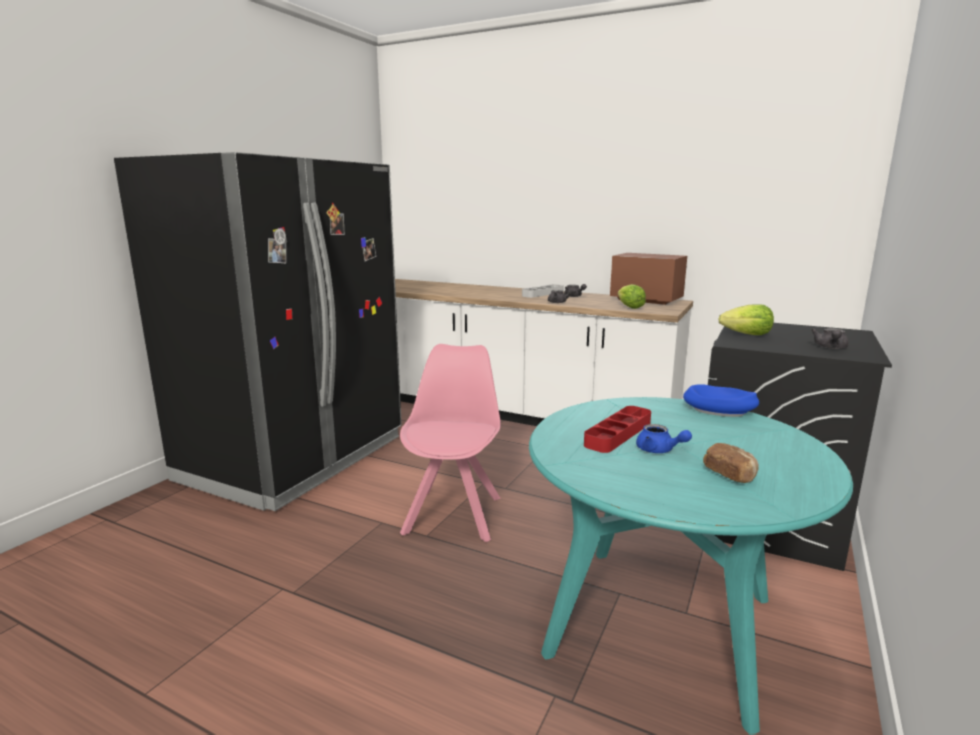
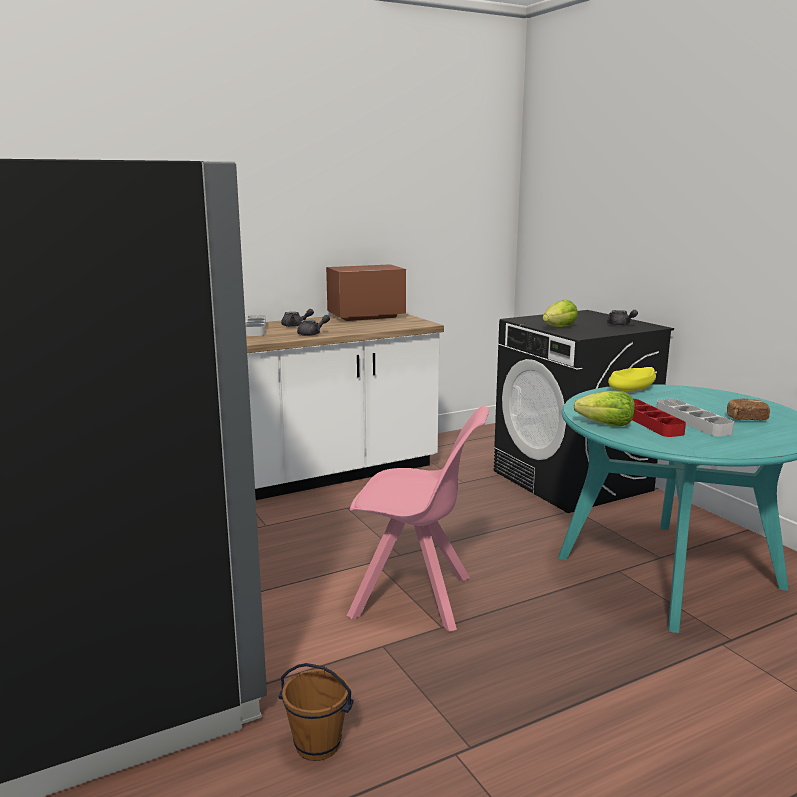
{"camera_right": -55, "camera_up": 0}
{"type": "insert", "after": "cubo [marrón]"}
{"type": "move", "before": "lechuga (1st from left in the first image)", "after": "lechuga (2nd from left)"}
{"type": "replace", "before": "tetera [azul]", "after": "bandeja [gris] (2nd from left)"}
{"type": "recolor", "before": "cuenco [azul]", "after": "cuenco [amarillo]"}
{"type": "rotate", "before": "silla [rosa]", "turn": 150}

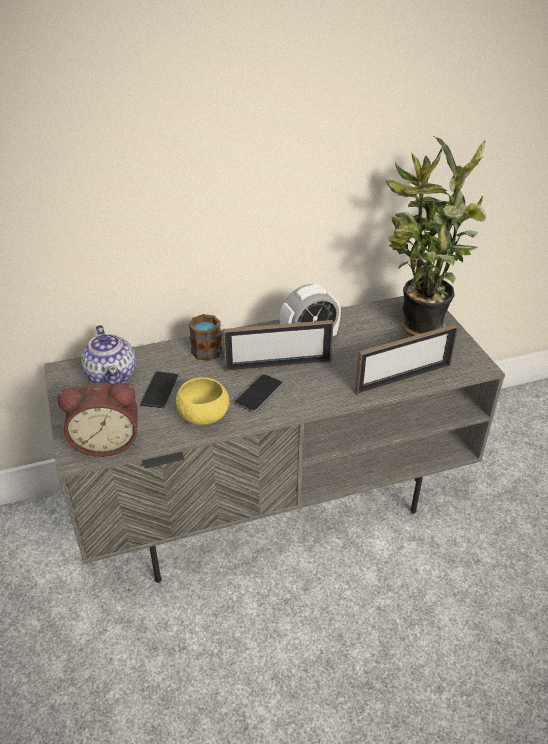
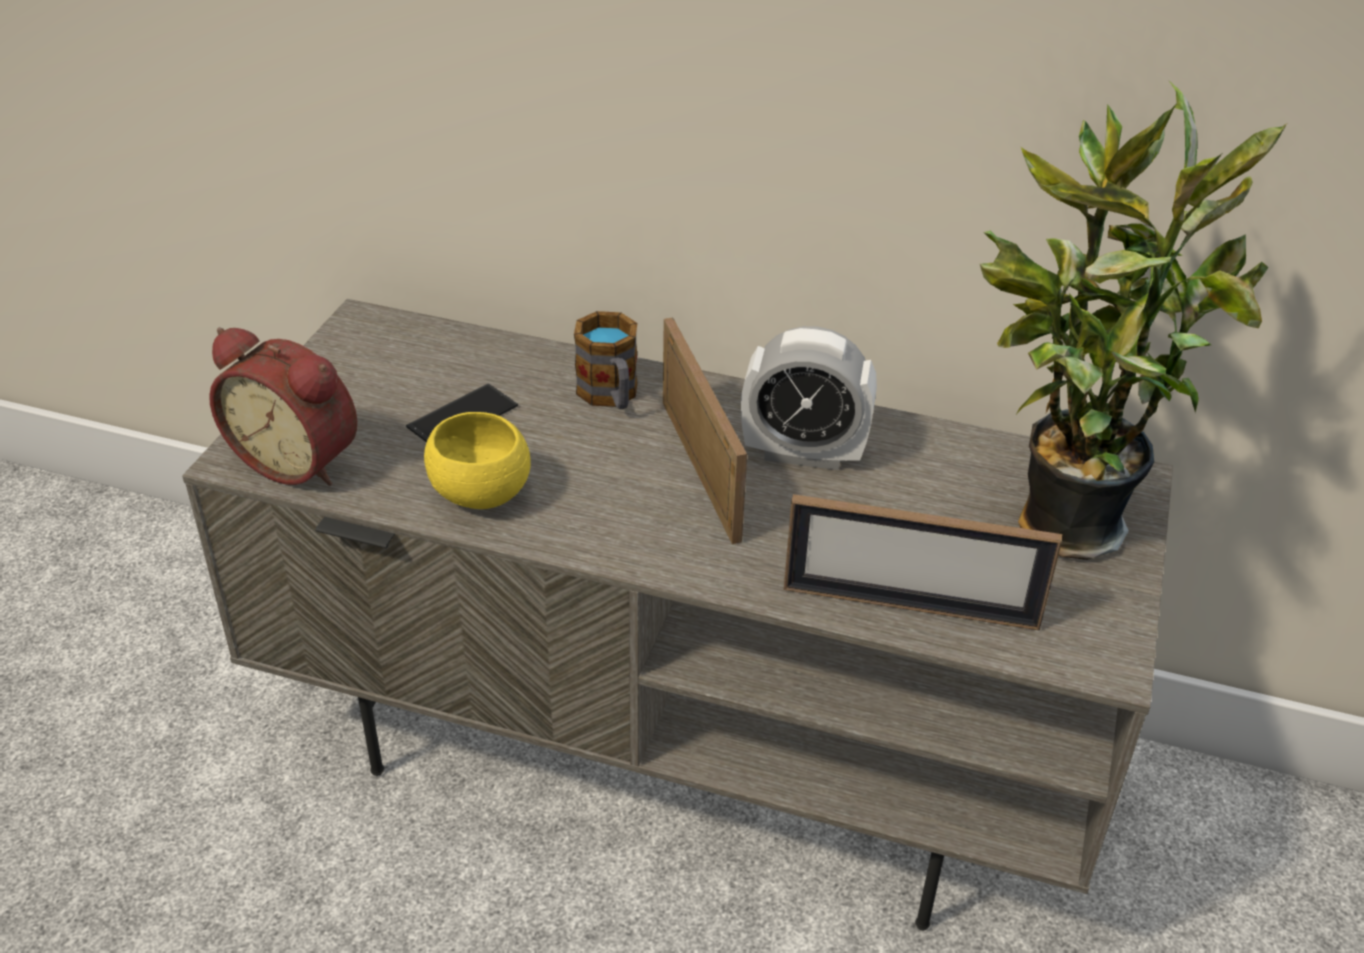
{"camera_right": 35, "camera_up": 0}
{"type": "delete", "before": "tetera"}
{"type": "delete", "before": "móvil (2nd from left)"}
{"type": "rotate", "before": "portarretratos (1st from left)", "turn": -135}

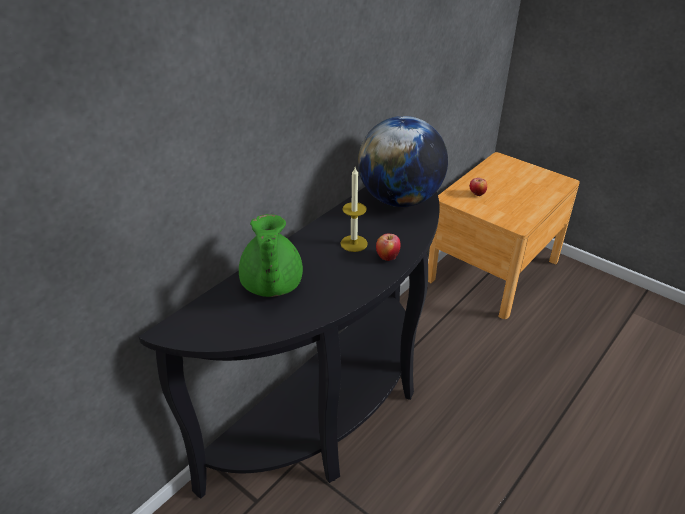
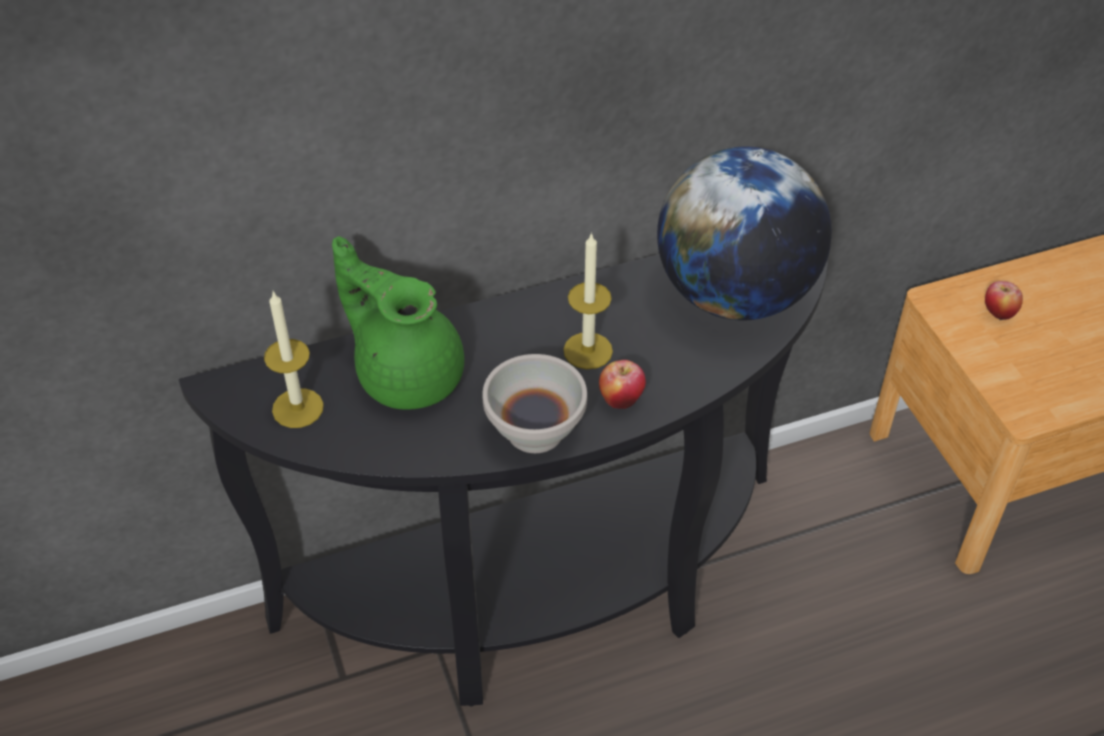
{"camera_right": 30, "camera_up": 10}
{"type": "insert", "after": "vela (1st from left)"}
{"type": "insert", "after": "cuenco [blanco]"}
{"type": "rotate", "before": "tetera [verde]", "turn": 105}

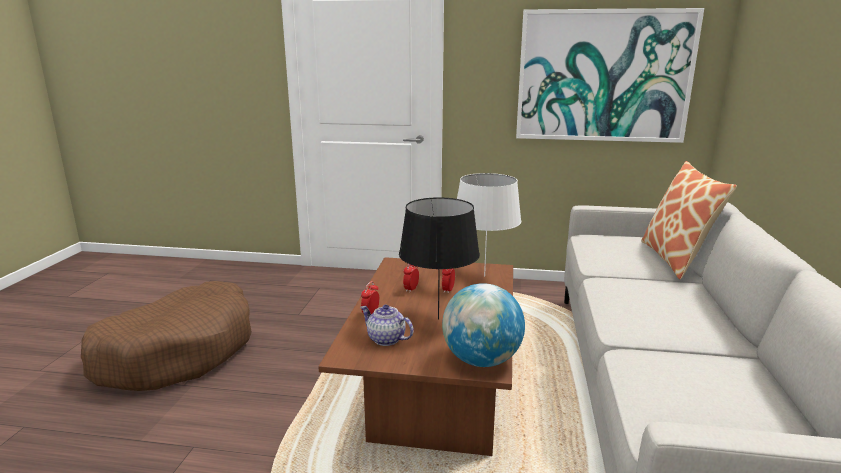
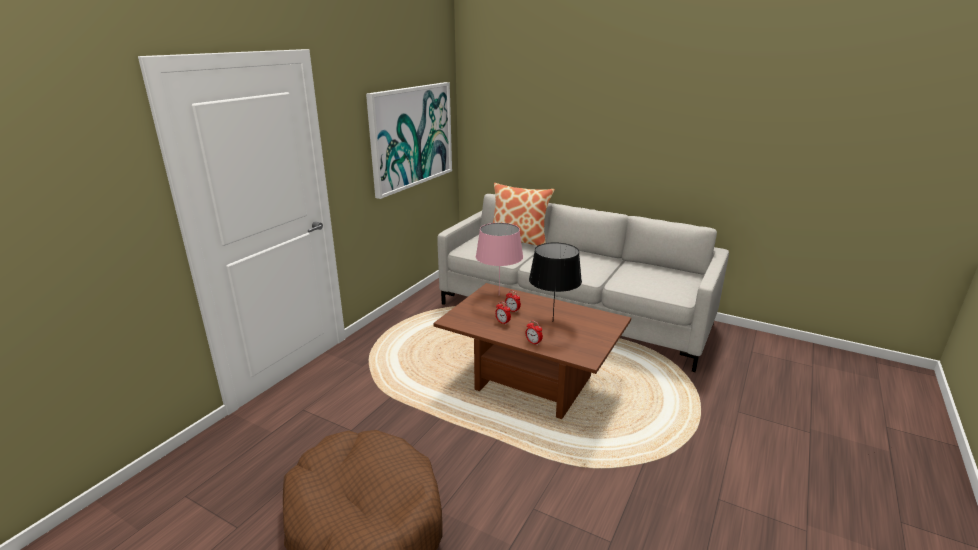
{"camera_right": -70, "camera_up": 5}
{"type": "delete", "before": "tetera"}
{"type": "delete", "before": "globo terráqueo"}
{"type": "recolor", "before": "lámpara de mesa [blanco]", "after": "lámpara de mesa [rosa]"}

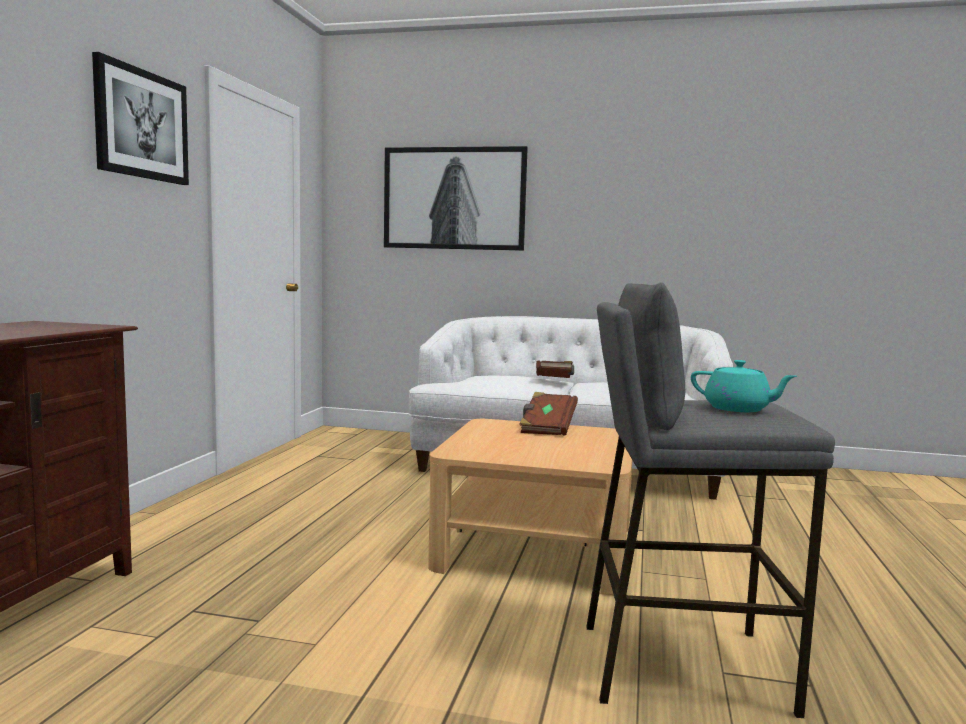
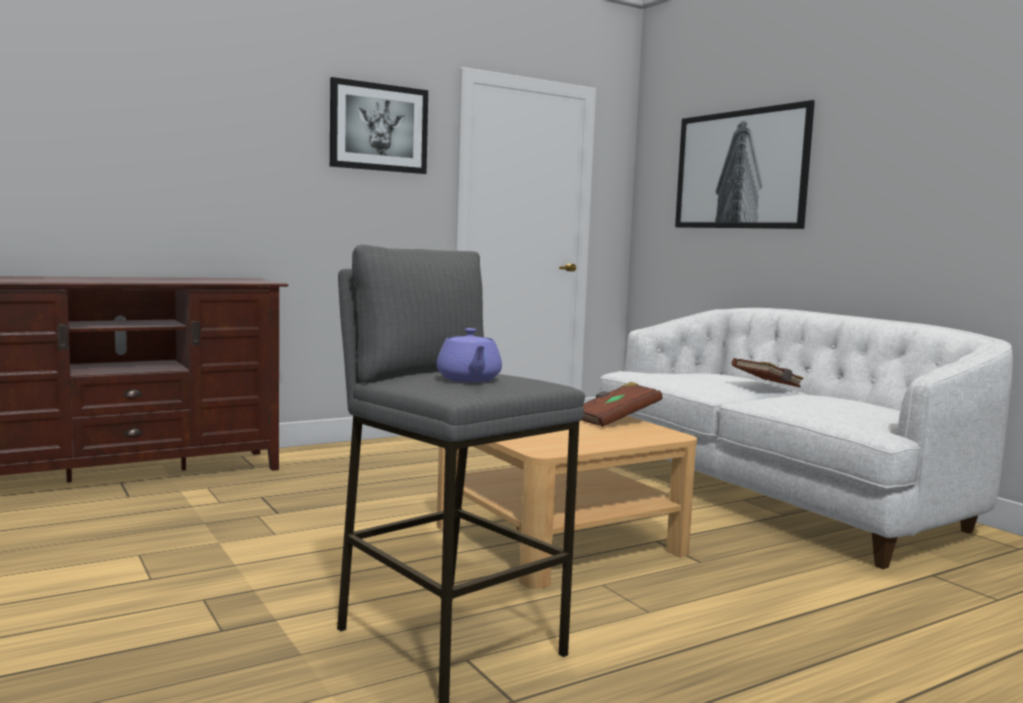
{"camera_right": 45, "camera_up": 0}
{"type": "recolor", "before": "tetera [turquesa]", "after": "tetera [morado]"}

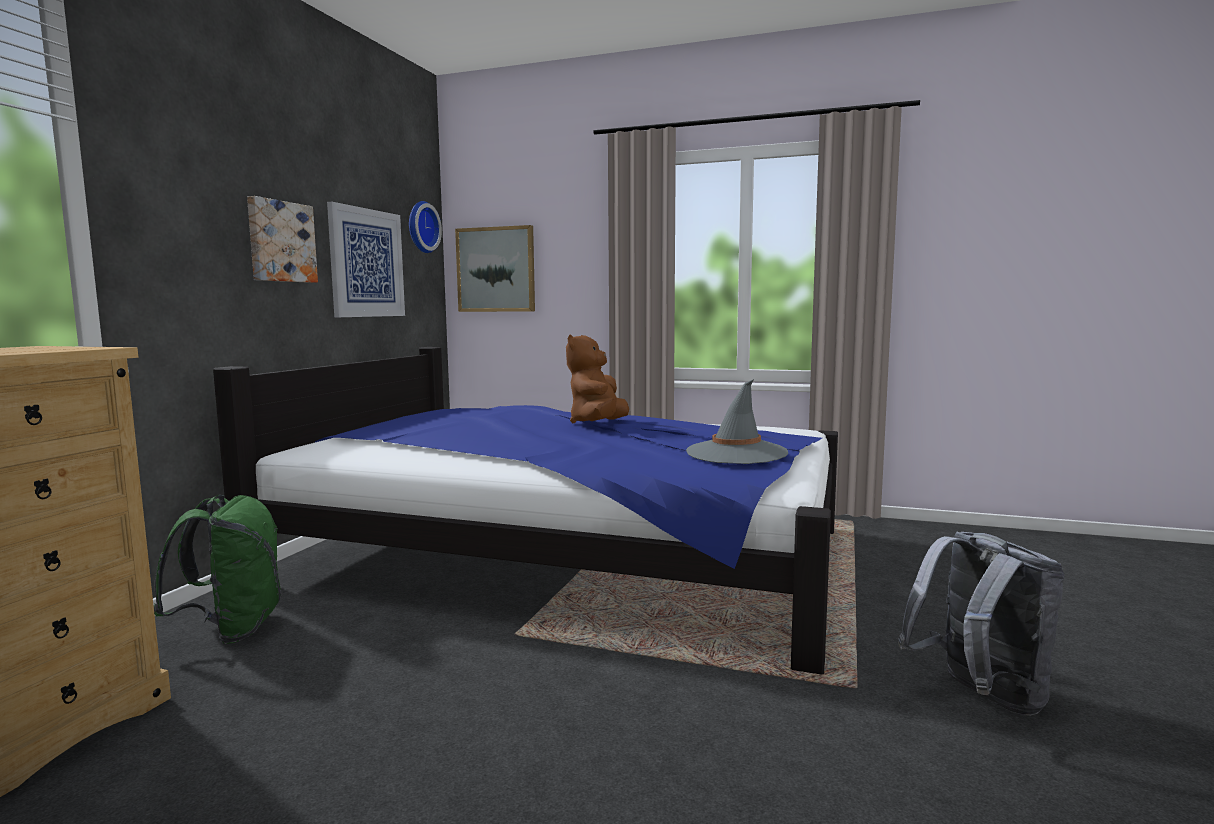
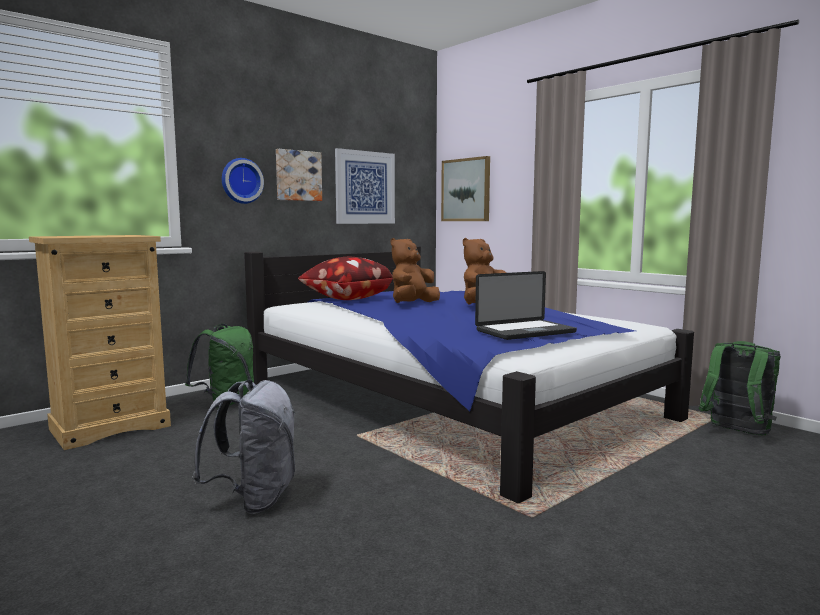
{"camera_right": 30, "camera_up": 0}
{"type": "insert", "after": "cojín"}
{"type": "insert", "after": "peluche [marrón] (1st from left)"}
{"type": "insert", "after": "mochila [verde] (2nd from left)"}
{"type": "move", "before": "reloj de pared"}
{"type": "move", "before": "mochila [gris]"}
{"type": "replace", "before": "sombrero [gris]", "after": "portátil"}

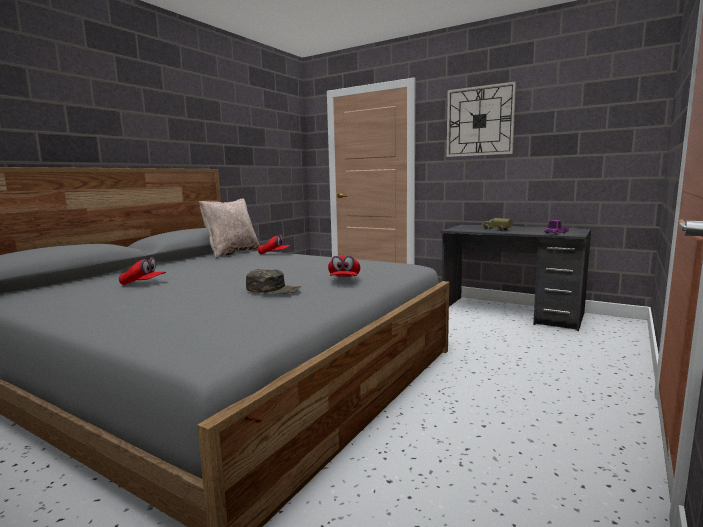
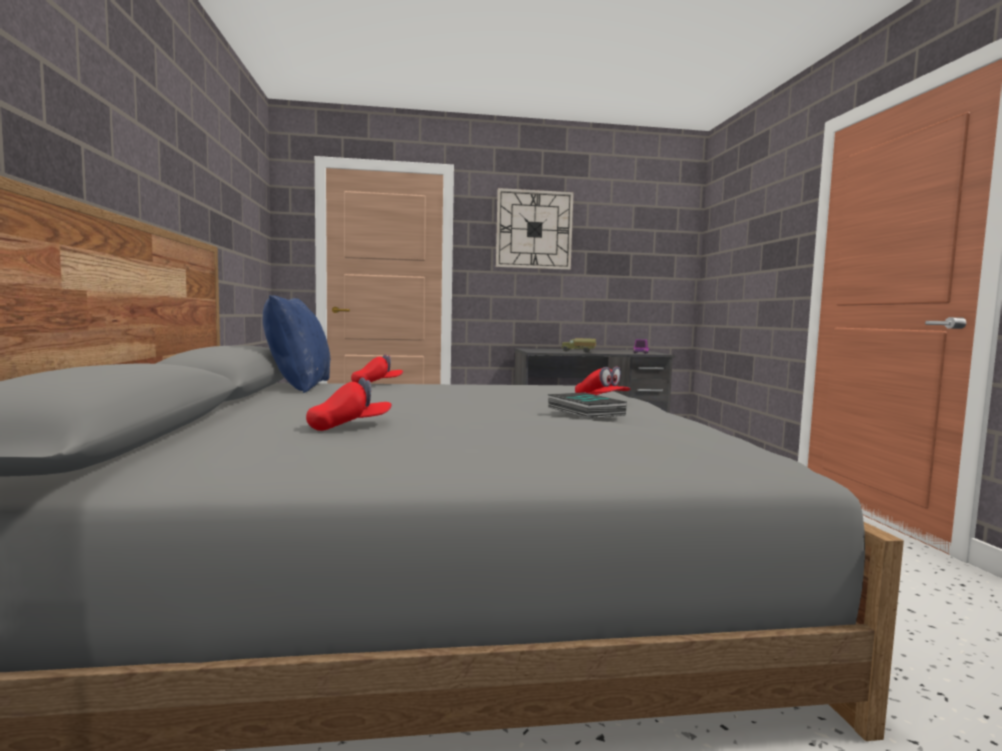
{"camera_right": -40, "camera_up": -5}
{"type": "replace", "before": "gorra [verde]", "after": "libro"}
{"type": "recolor", "before": "cojín [beis]", "after": "cojín [azul]"}

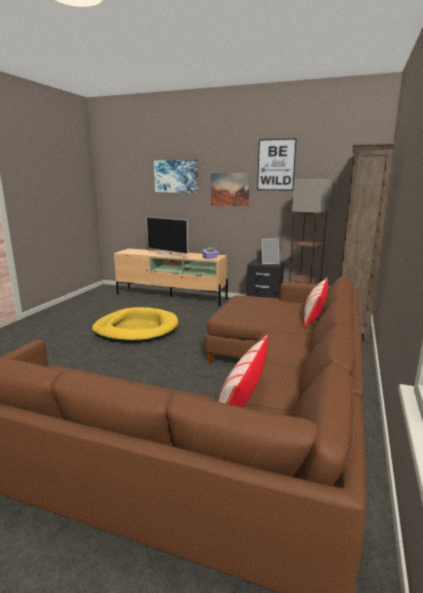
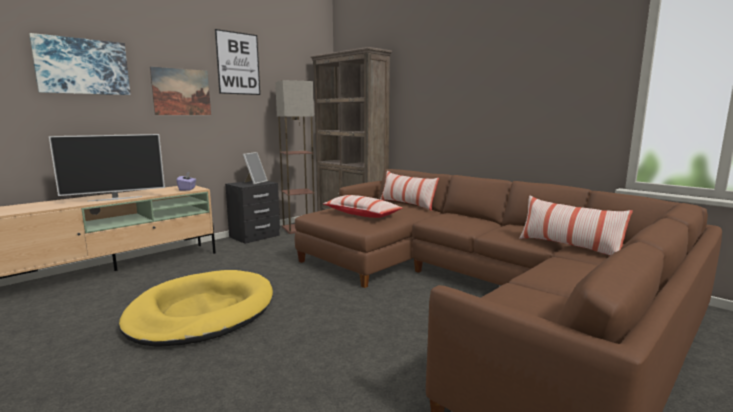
{"camera_right": -65, "camera_up": -5}
{"type": "insert", "after": "cojín (1st from left)"}

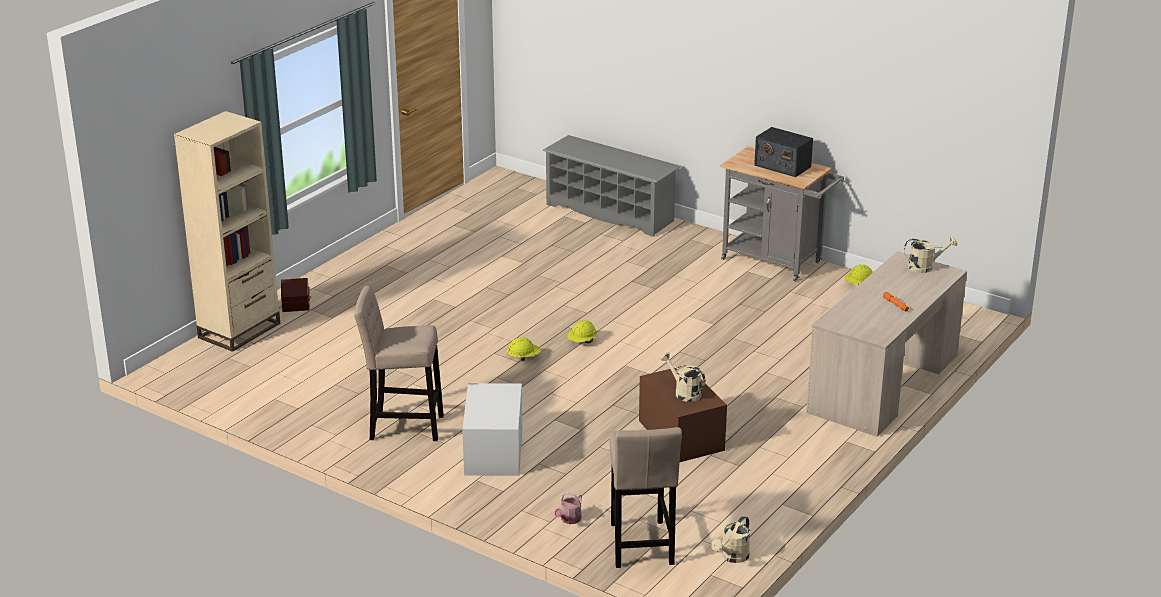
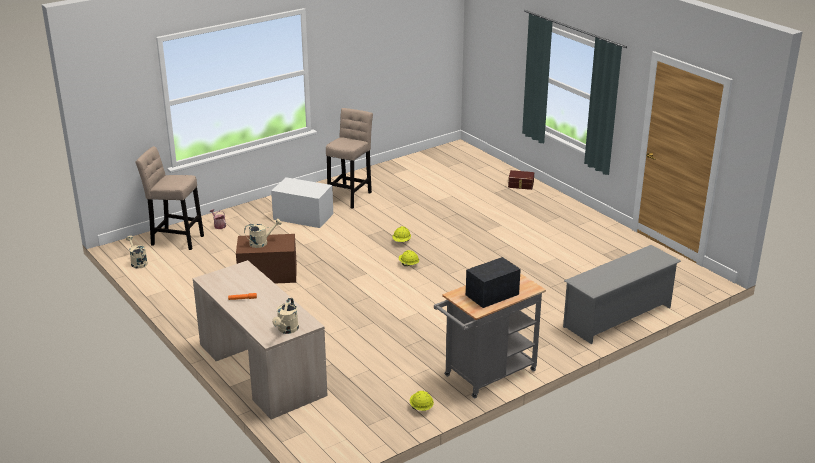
{"camera_right": 110, "camera_up": 0}
{"type": "delete", "before": "estantería [beis]"}

